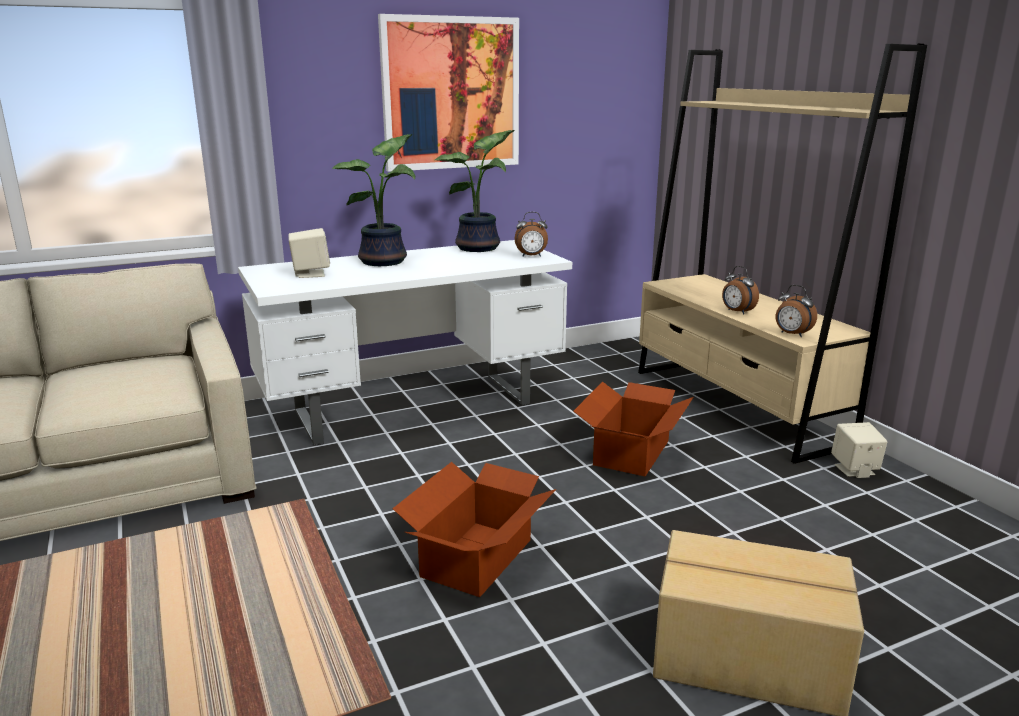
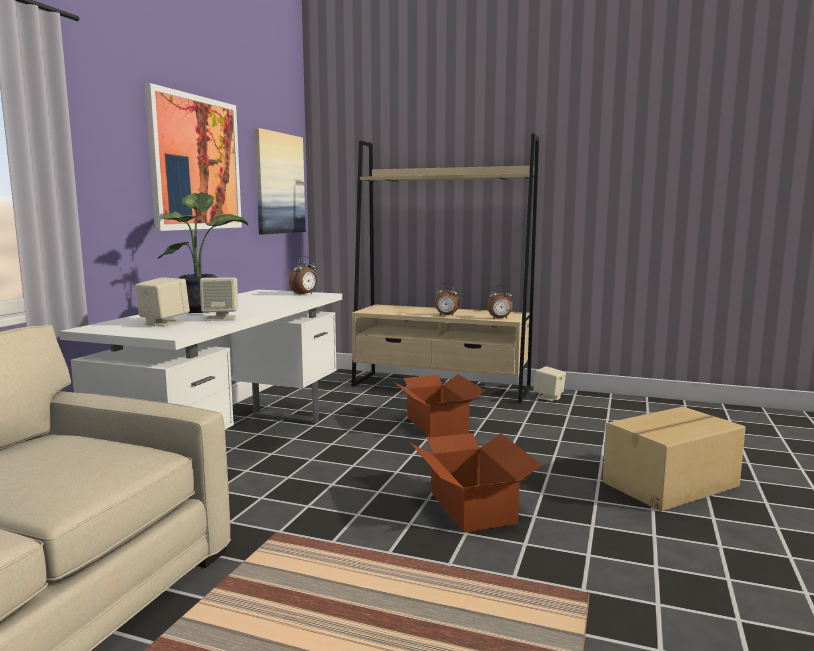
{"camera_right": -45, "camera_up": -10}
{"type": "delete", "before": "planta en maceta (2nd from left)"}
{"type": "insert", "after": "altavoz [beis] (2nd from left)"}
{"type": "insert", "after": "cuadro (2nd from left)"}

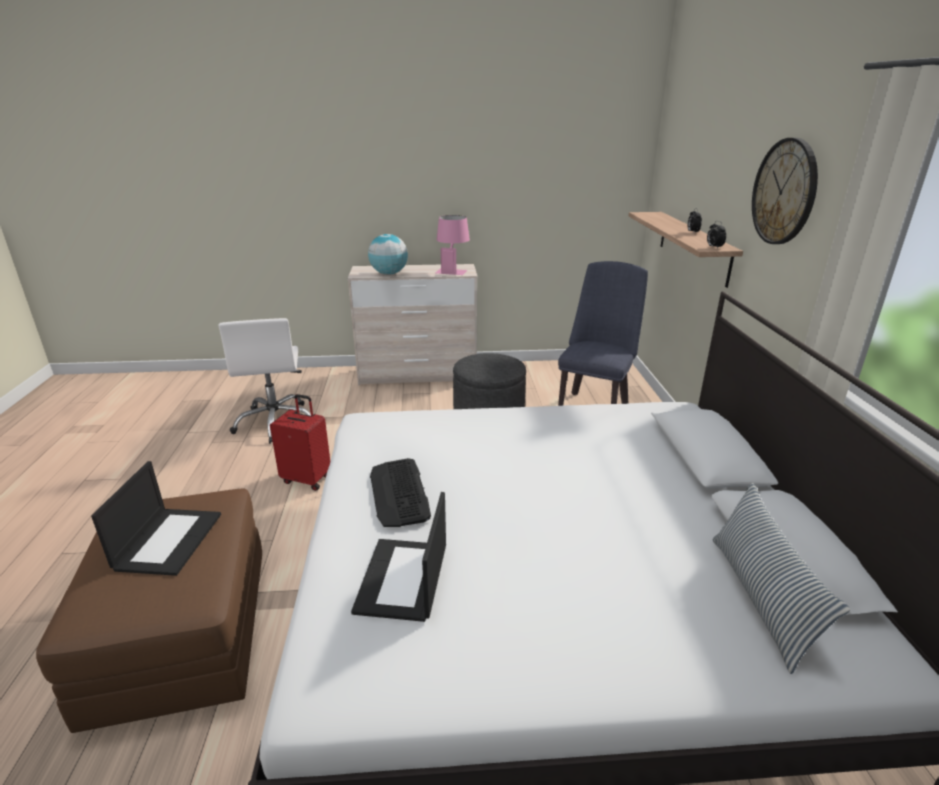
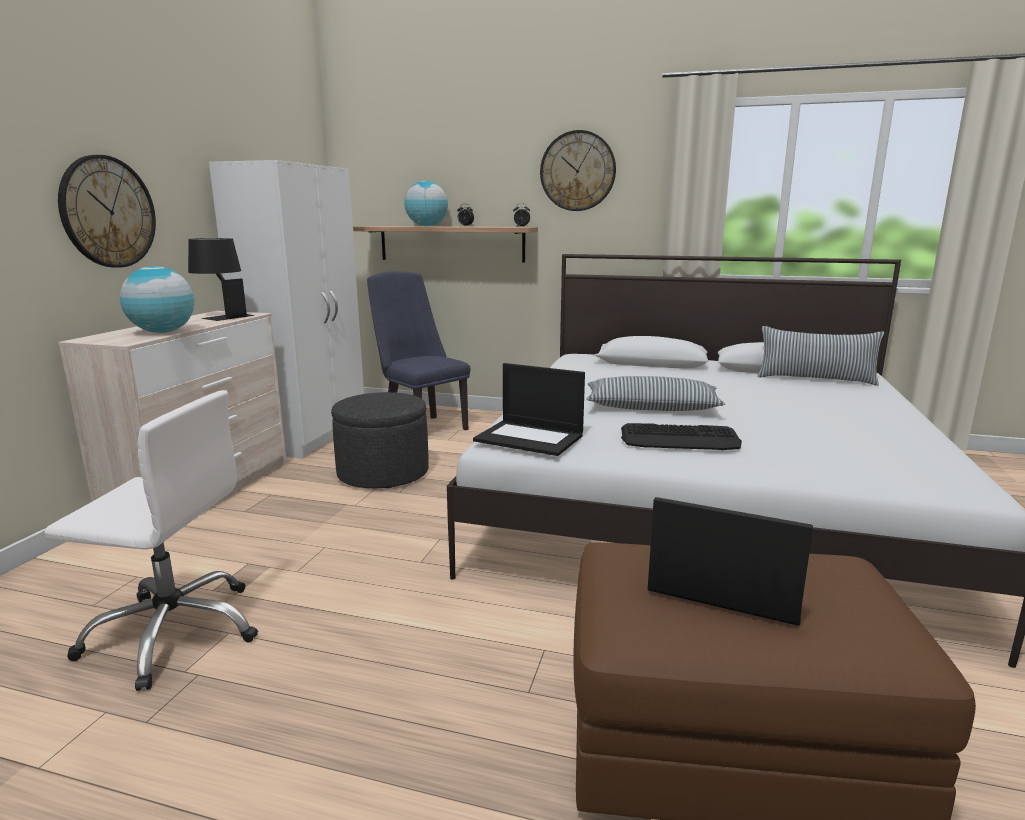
{"camera_right": -70, "camera_up": -10}
{"type": "delete", "before": "maleta [rojo]"}
{"type": "insert", "after": "reloj de pared (1st from left)"}
{"type": "insert", "after": "armario ropero [blanco]"}
{"type": "insert", "after": "globo terráqueo (2nd from left)"}
{"type": "insert", "after": "cojín (1st from left)"}
{"type": "move", "before": "portátil (2nd from left in the first image)", "after": "portátil (1st from left)"}
{"type": "recolor", "before": "lámpara de mesa [rosa]", "after": "lámpara de mesa [negro]"}

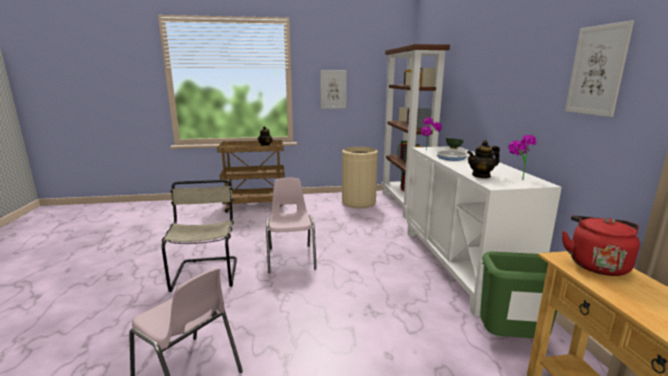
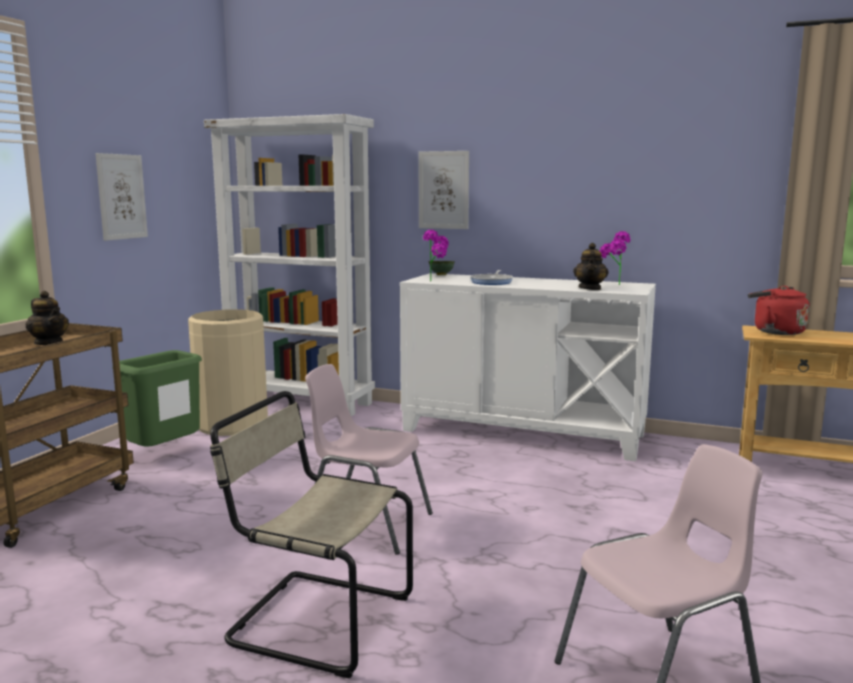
{"camera_right": -60, "camera_up": -5}
{"type": "move", "before": "papelera [verde]"}
{"type": "move", "before": "cuadro (2nd from left)"}
{"type": "recolor", "before": "estantería [marrón]", "after": "estantería [blanco]"}

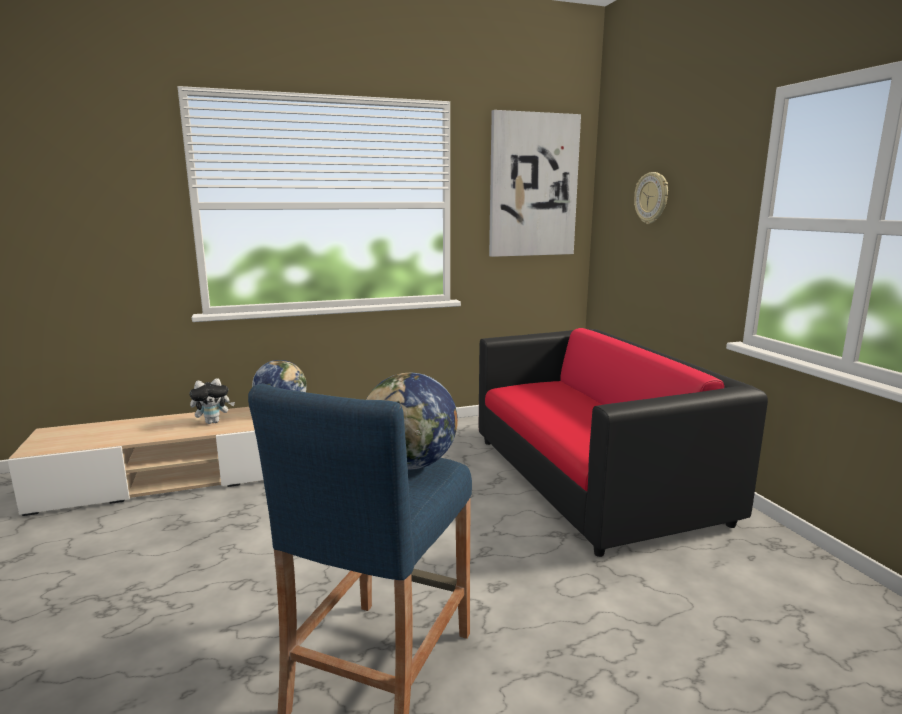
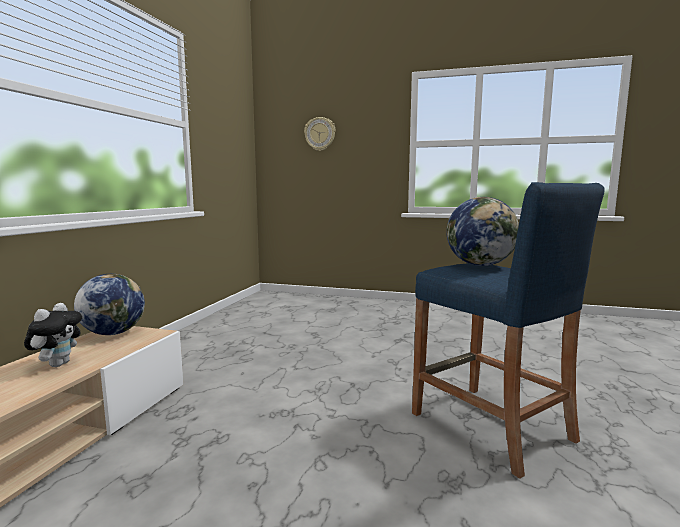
{"camera_right": -55, "camera_up": -5}
{"type": "delete", "before": "sofá"}
{"type": "delete", "before": "cuadro"}

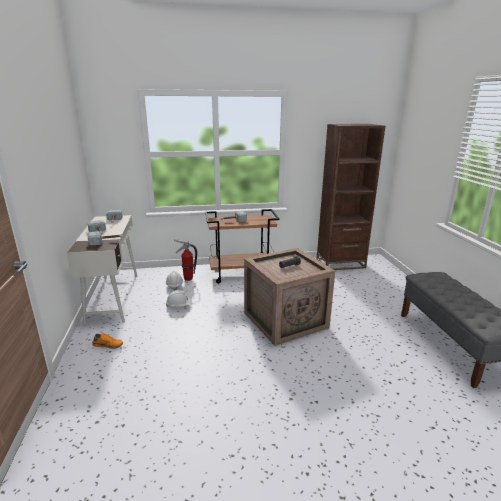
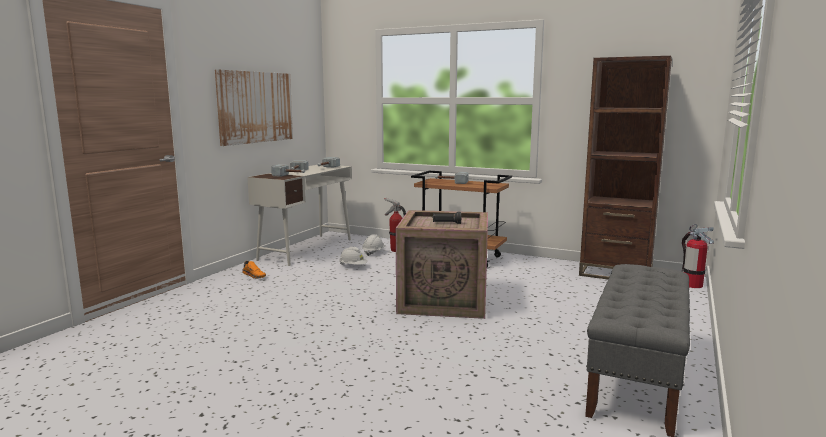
{"camera_right": 35, "camera_up": -10}
{"type": "insert", "after": "cuadro"}
{"type": "insert", "after": "extintor (2nd from left)"}

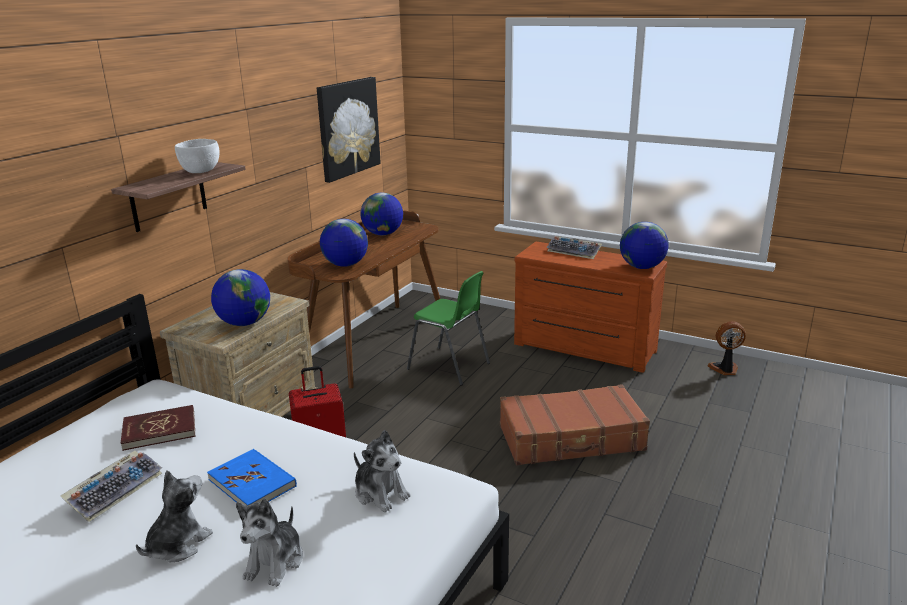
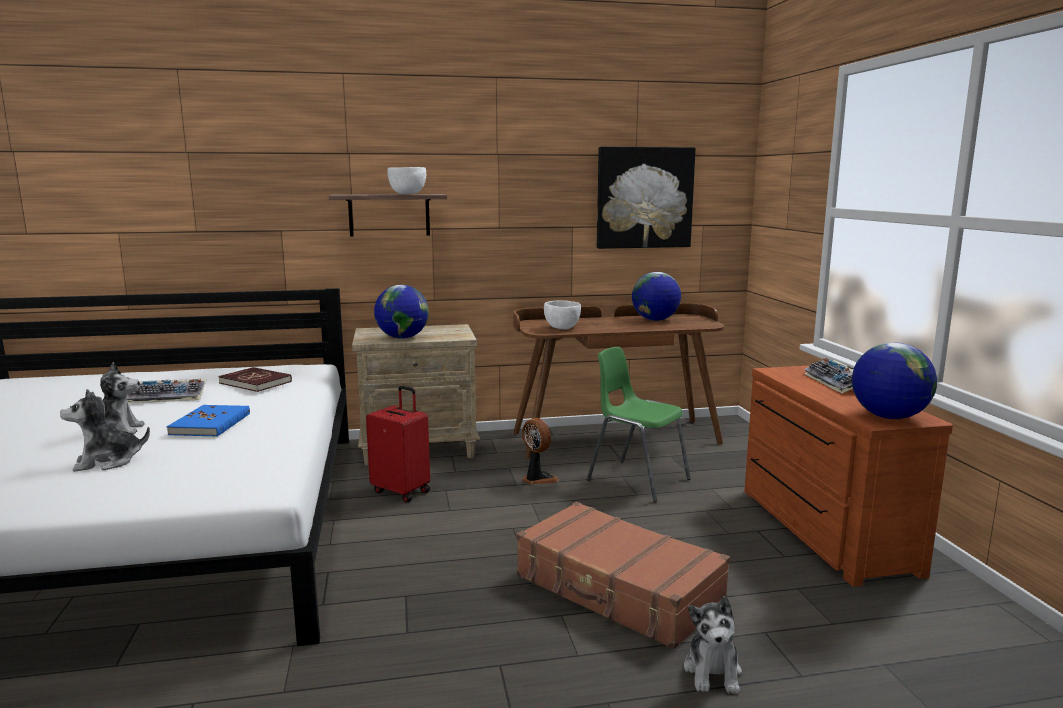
{"camera_right": 50, "camera_up": -10}
{"type": "move", "before": "peluche (3rd from left)"}
{"type": "move", "before": "ventilador"}
{"type": "replace", "before": "globo terráqueo (2nd from left)", "after": "cuenco [blanco] (2nd from left)"}
{"type": "rotate", "before": "silla [verde]", "turn": 135}

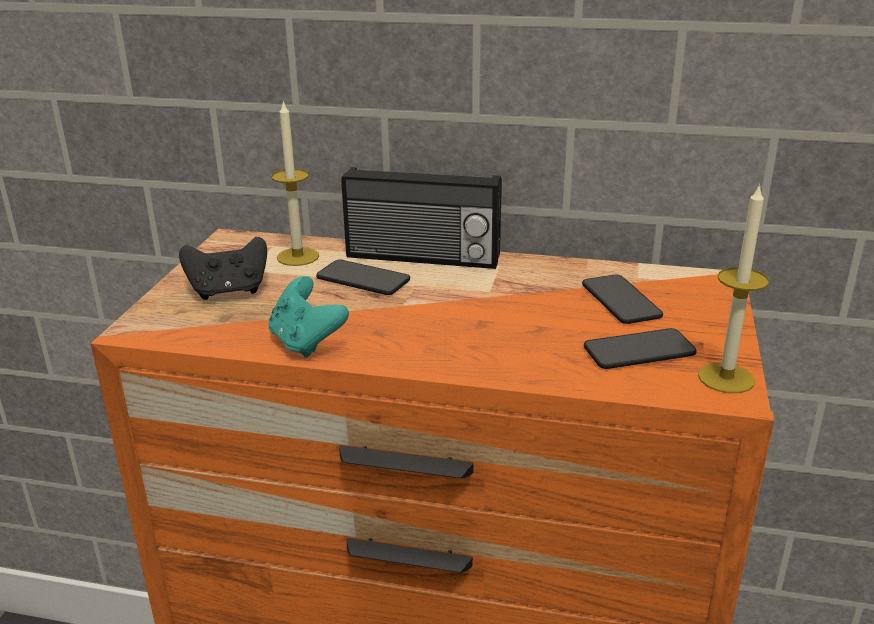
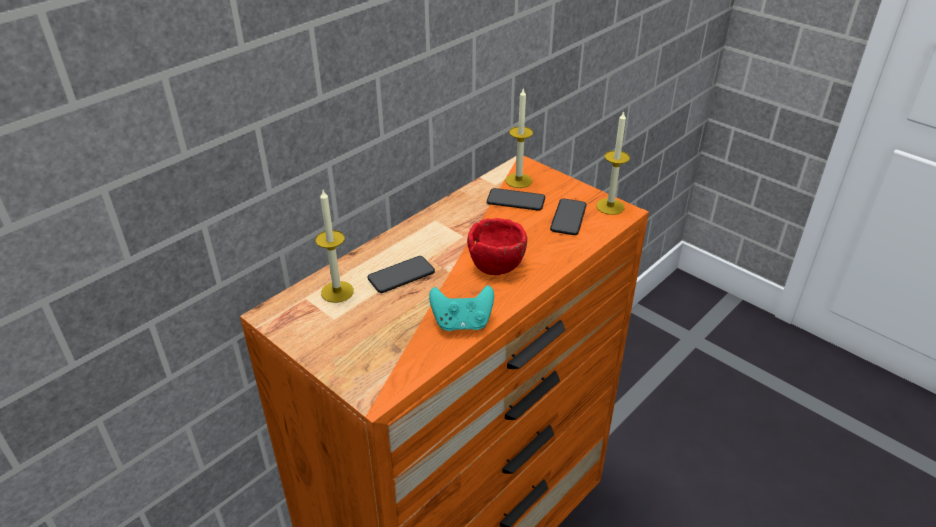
{"camera_right": -60, "camera_up": 10}
{"type": "delete", "before": "mando de consola [negro]"}
{"type": "delete", "before": "radio"}
{"type": "insert", "after": "cuenco [rojo]"}
{"type": "insert", "after": "vela (2nd from left)"}

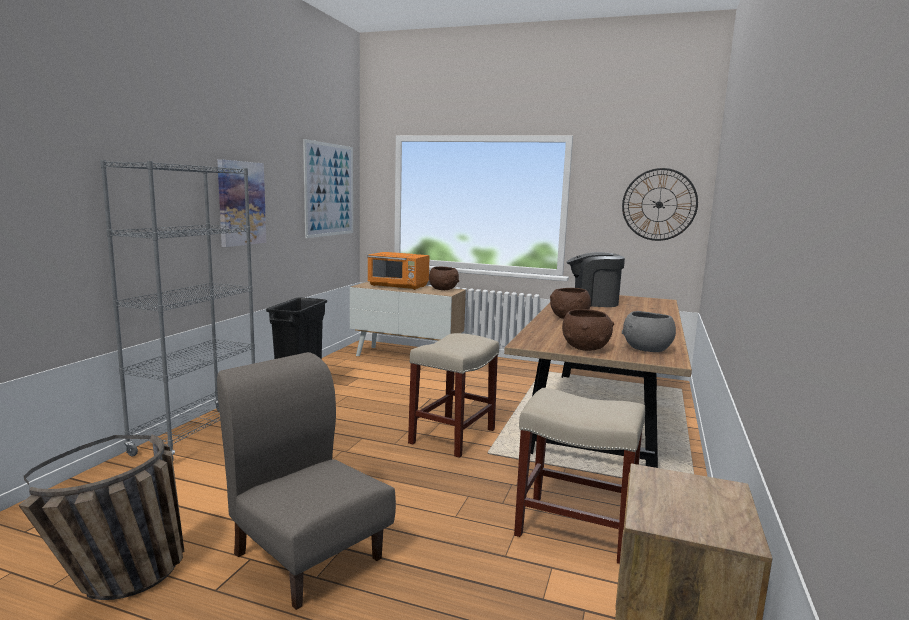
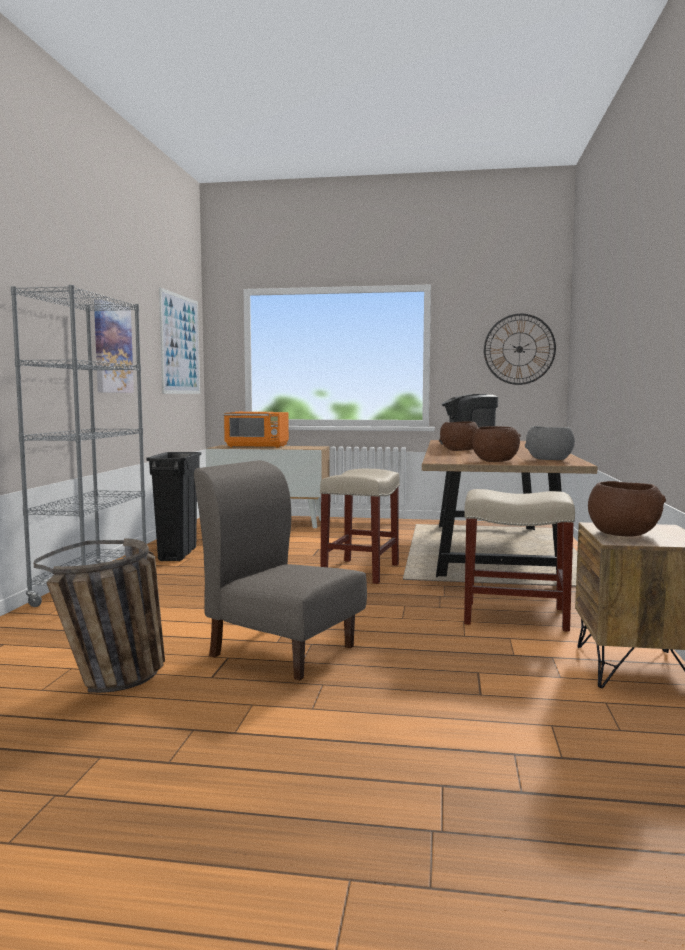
{"camera_right": -10, "camera_up": -5}
{"type": "move", "before": "cuenco [marrón] (1st from left in the first image)", "after": "cuenco [marrón] (3rd from left)"}

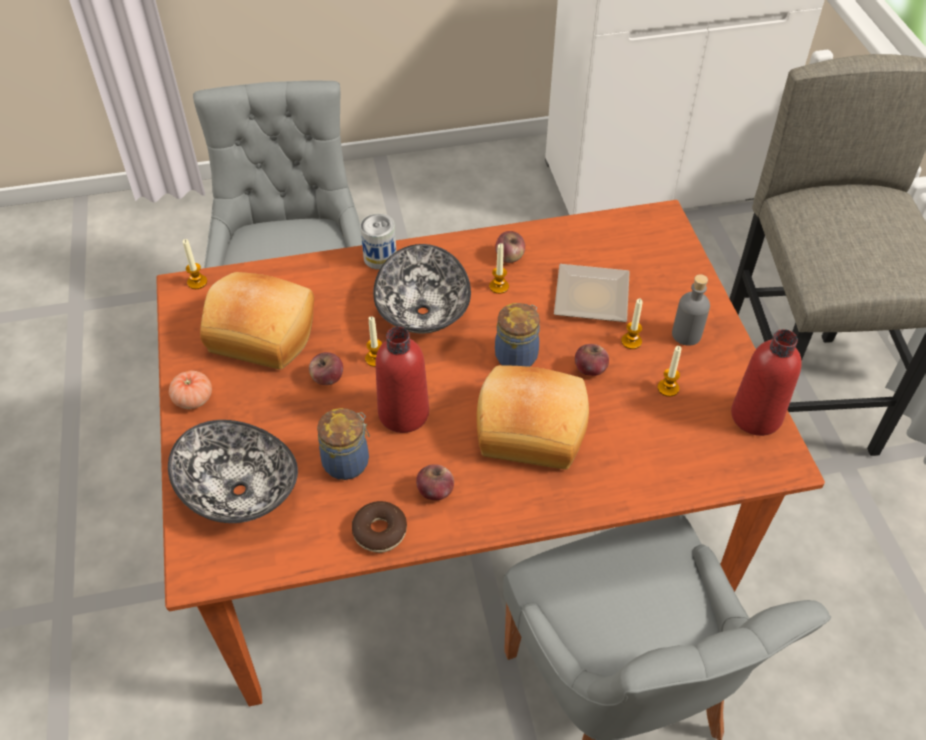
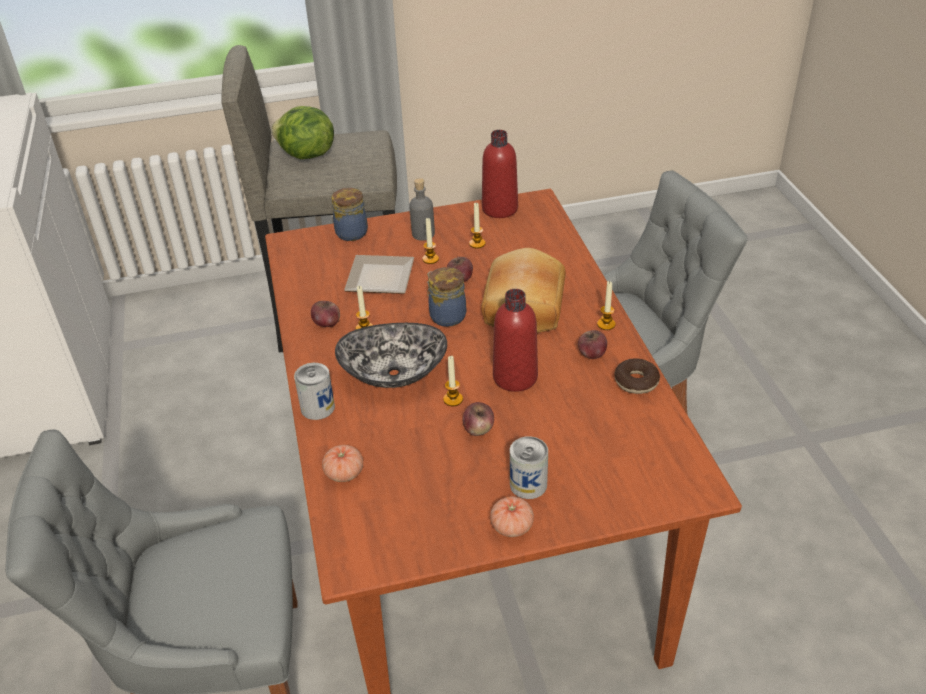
{"camera_right": -90, "camera_up": -10}
{"type": "delete", "before": "cuenco (1st from left)"}
{"type": "delete", "before": "pan (1st from left)"}
{"type": "insert", "after": "lechuga"}
{"type": "insert", "after": "tomate (1st from left)"}
{"type": "insert", "after": "lata (2nd from left)"}
{"type": "move", "before": "vela (1st from left in the first image)", "after": "vela (5th from left)"}
{"type": "move", "before": "tarro (1st from left)"}

